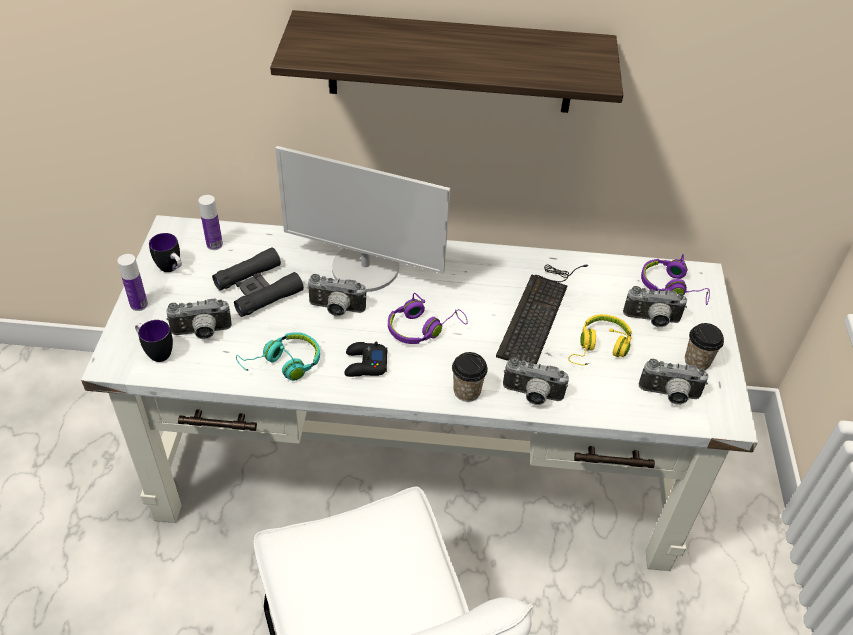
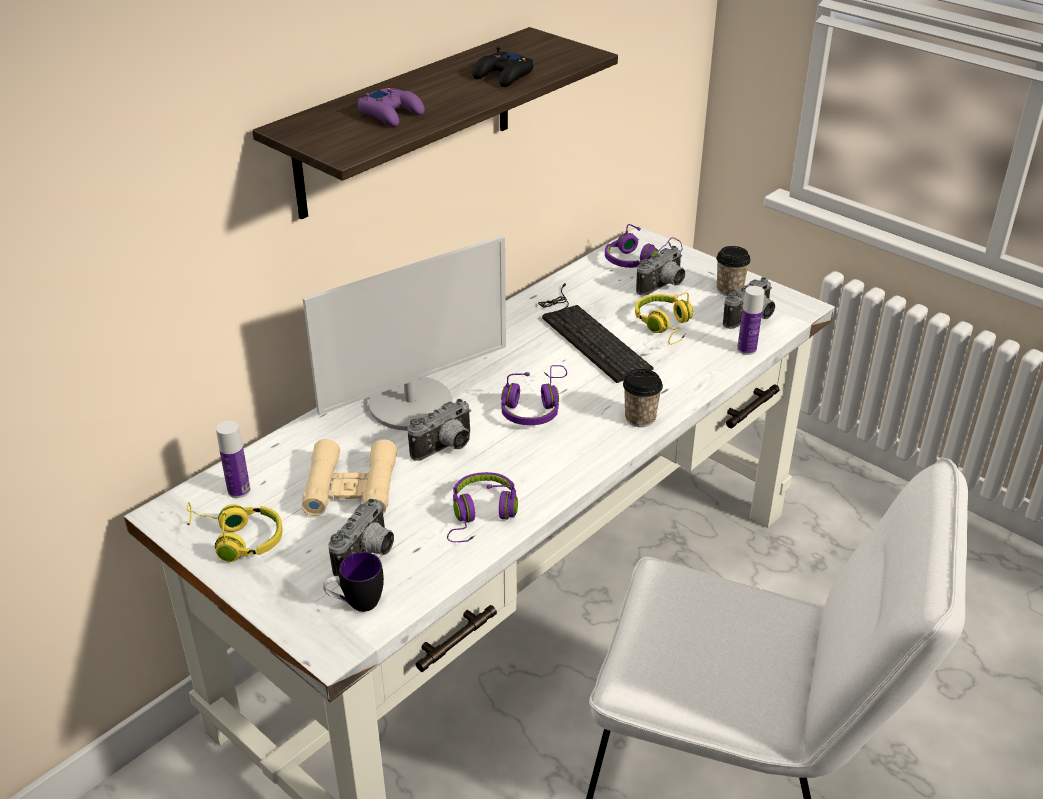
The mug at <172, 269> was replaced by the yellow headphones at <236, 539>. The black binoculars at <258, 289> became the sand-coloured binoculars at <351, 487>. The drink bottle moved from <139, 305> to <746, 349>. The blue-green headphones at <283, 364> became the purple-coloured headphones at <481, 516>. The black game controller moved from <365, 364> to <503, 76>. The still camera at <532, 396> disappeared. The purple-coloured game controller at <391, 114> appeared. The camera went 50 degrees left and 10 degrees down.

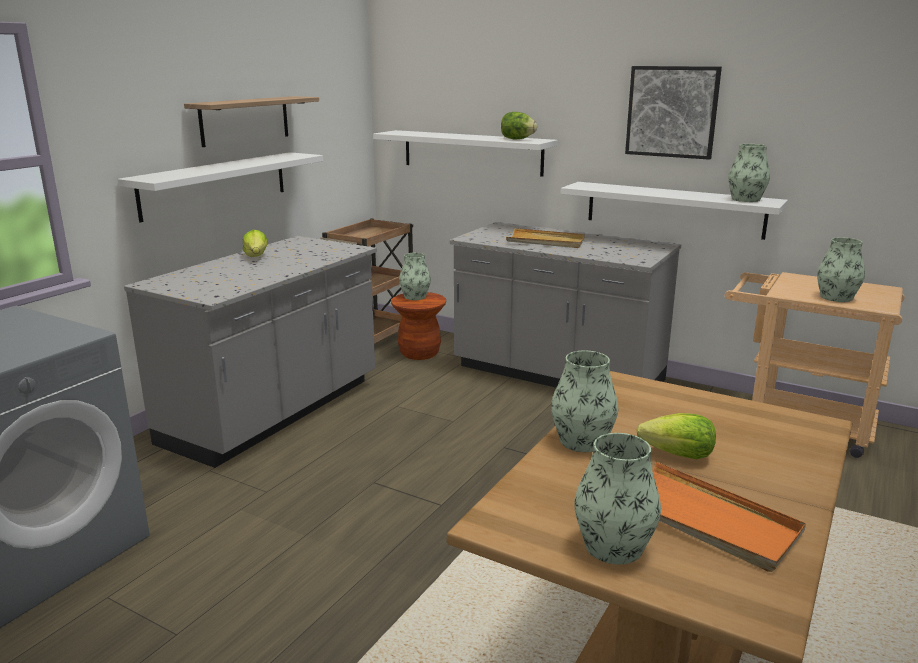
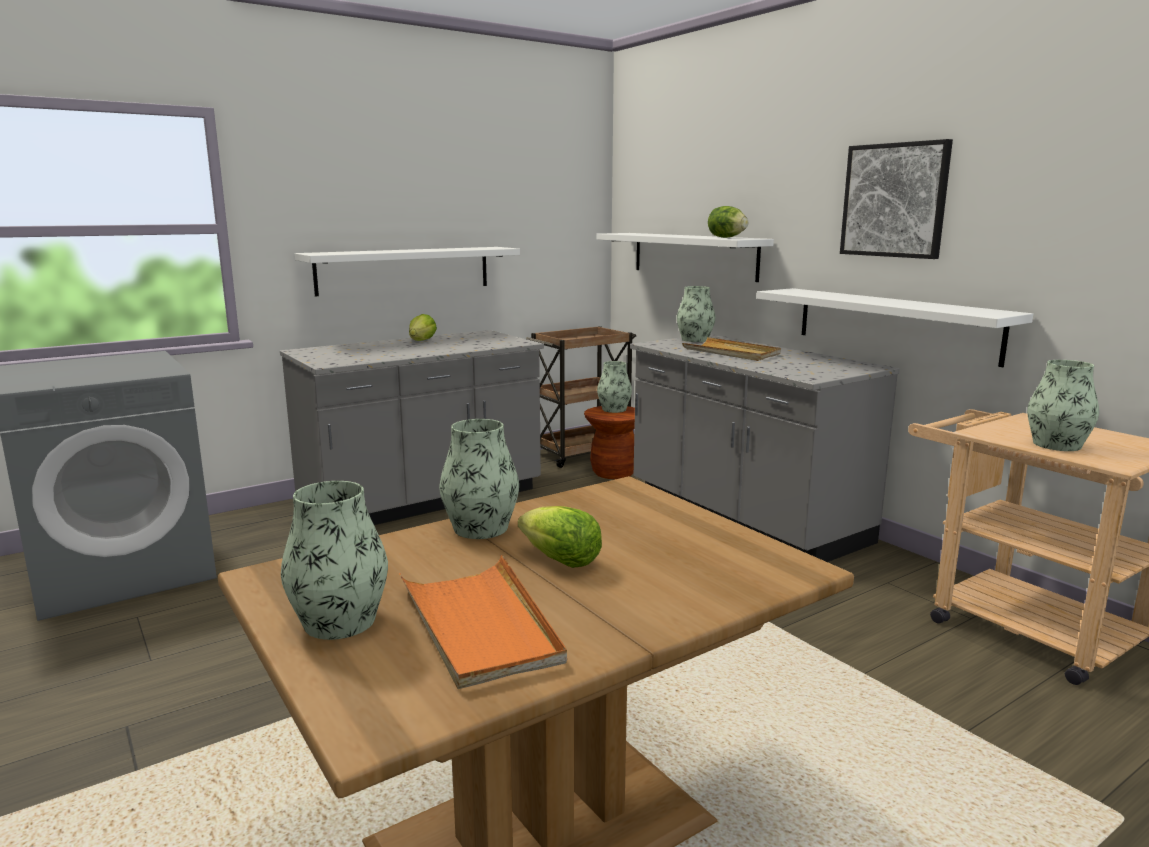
The shelf at <245, 120> disappeared. The flower vase moved from <745, 199> to <695, 339>. The camera went 25 degrees right and 5 degrees down.

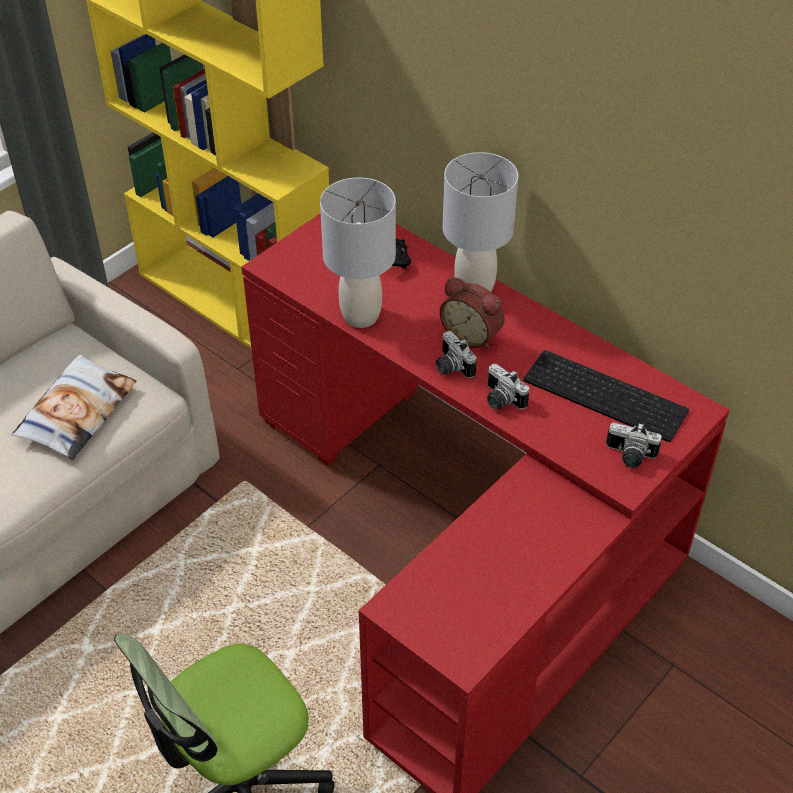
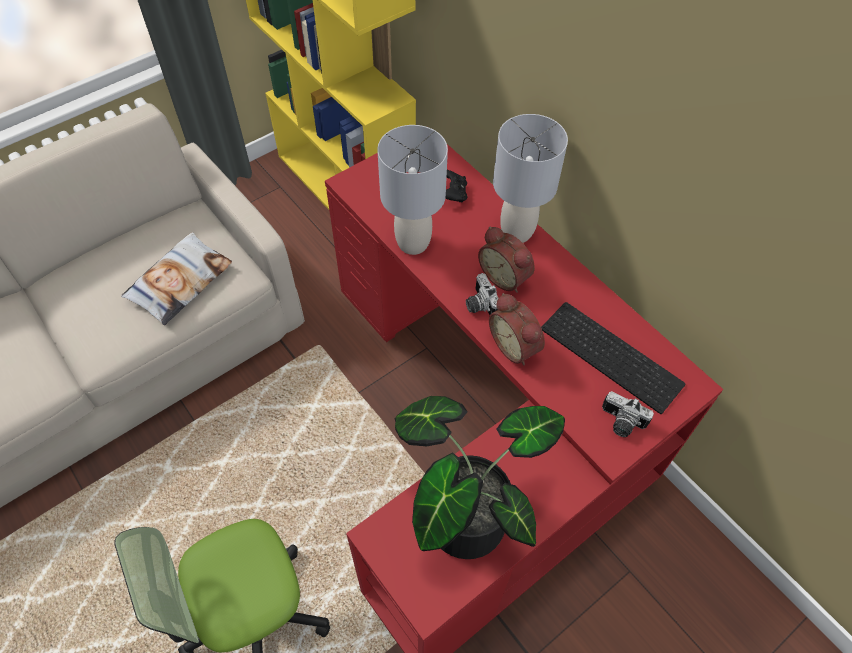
The still camera at <500, 400> was replaced by the table clock at <516, 345>. The plant in a pot at <464, 511> appeared. The camera went 10 degrees right and 10 degrees up.

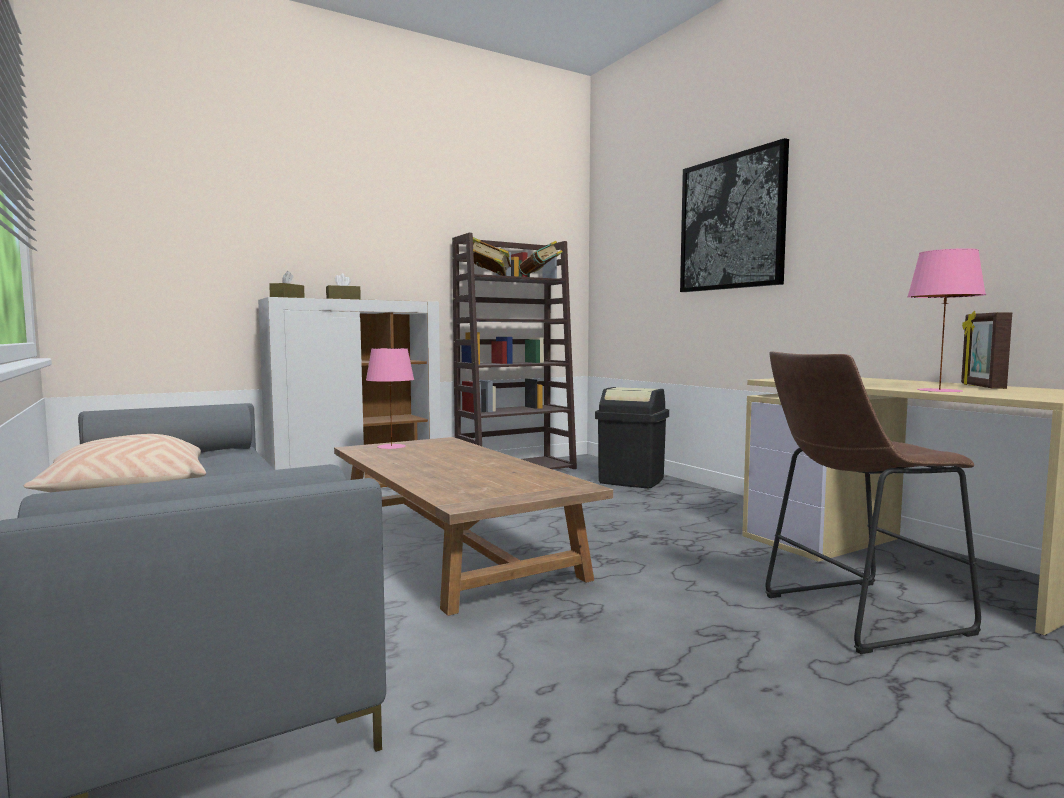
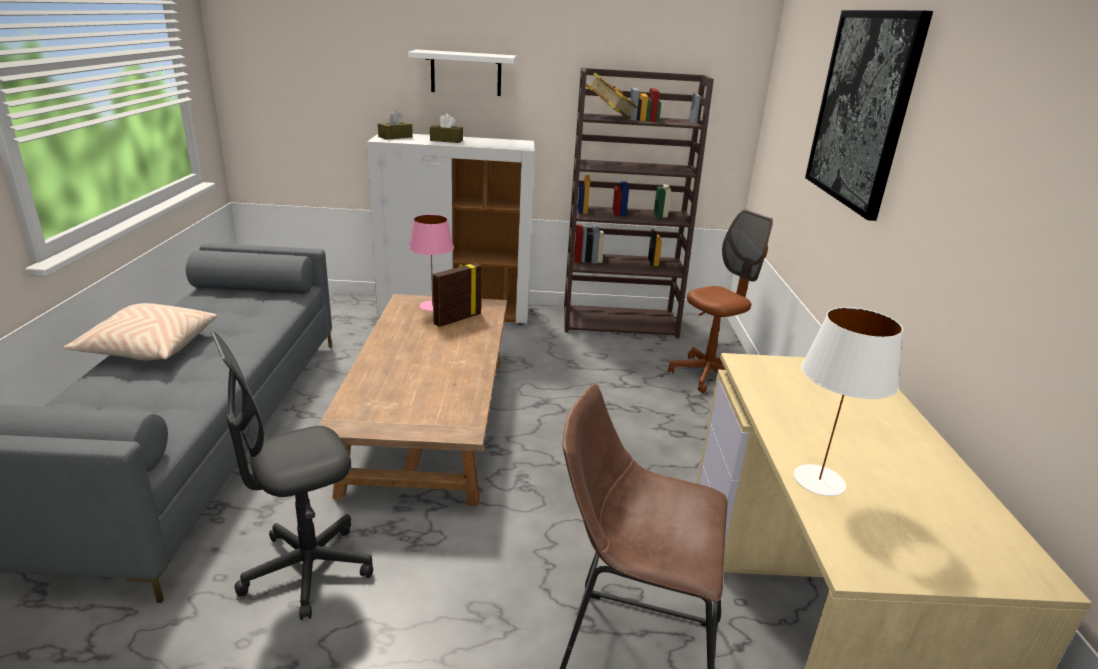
The bound book at <538, 277> disappeared. The pinkish table lamp at <940, 390> became the white-coloured table lamp at <820, 481>. The picture frame moved from <981, 387> to <457, 319>. The black waste bin at <631, 480> was replaced by the brown-coloured computer chair at <708, 375>. The white-coloured shelf at <466, 73> appeared. The gray computer chair at <307, 570> appeared. The camera went 30 degrees right and 20 degrees up.

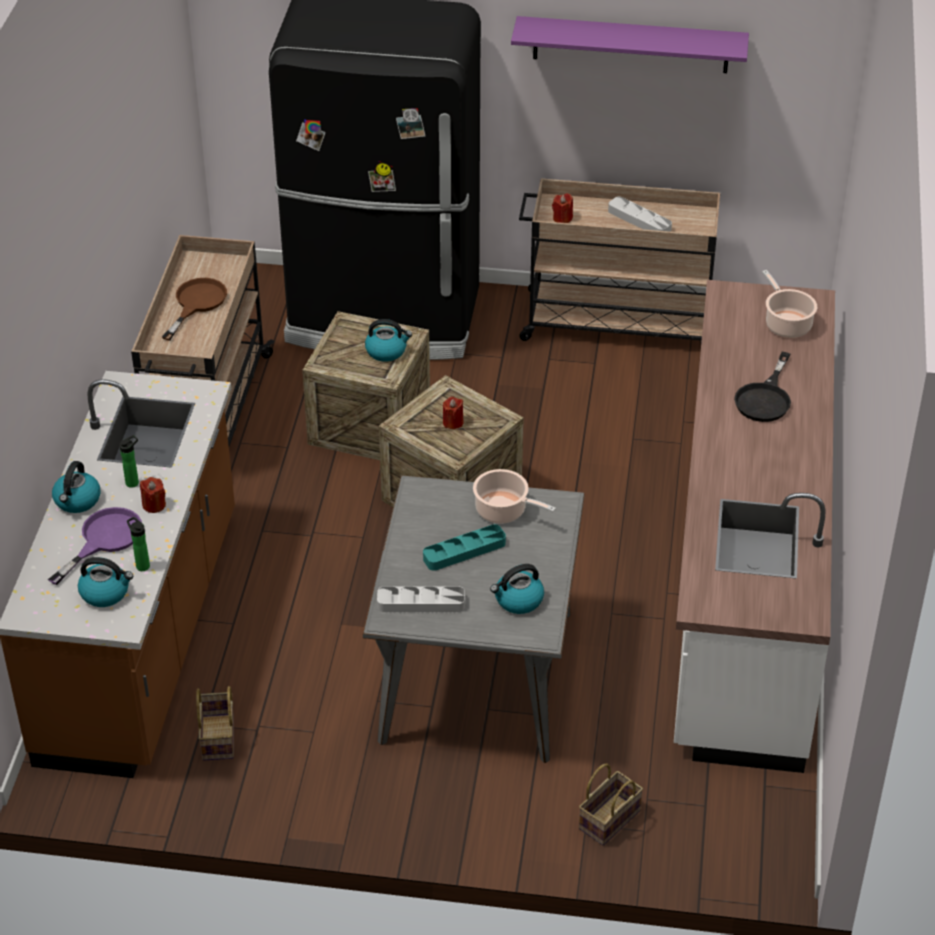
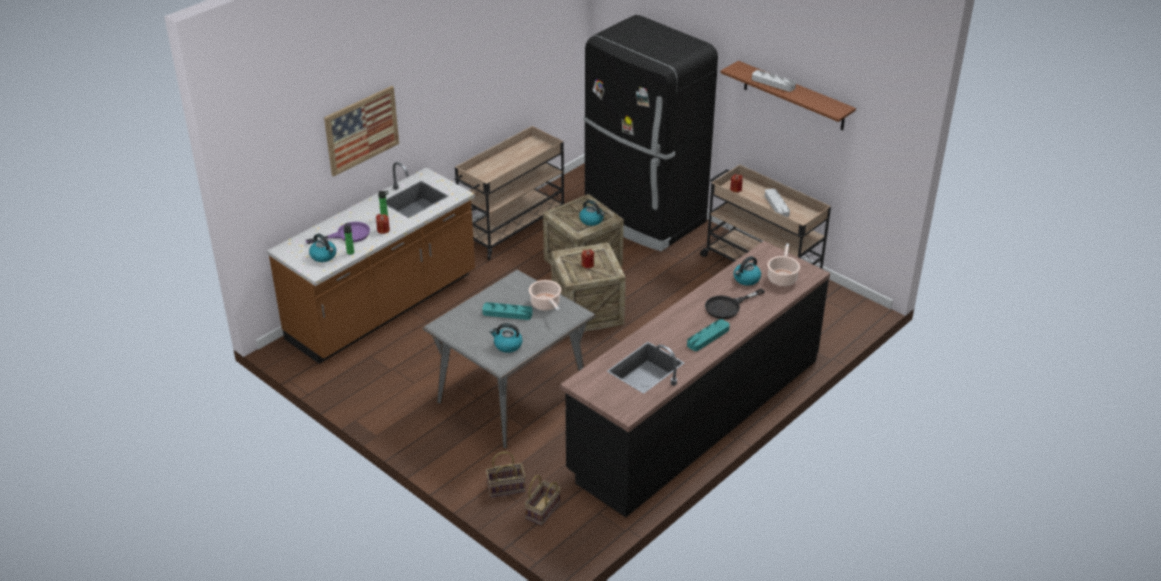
The purple-coloured shelf at <631, 44> became the brown-coloured shelf at <794, 96>. The brown-coloured frying pan at <196, 303> disappeared. The white-coloured kitchen base unit at <744, 578> became the black kitchen base unit at <695, 415>. The water kettle moved from <77, 501> to <746, 279>. The gray serving tray moved from <421, 603> to <773, 83>. The basket moved from <219, 738> to <543, 511>. The picture at <361, 130> appeared. The blue-green serving tray at <708, 337> appeared. The camera went 35 degrees right and 5 degrees down.

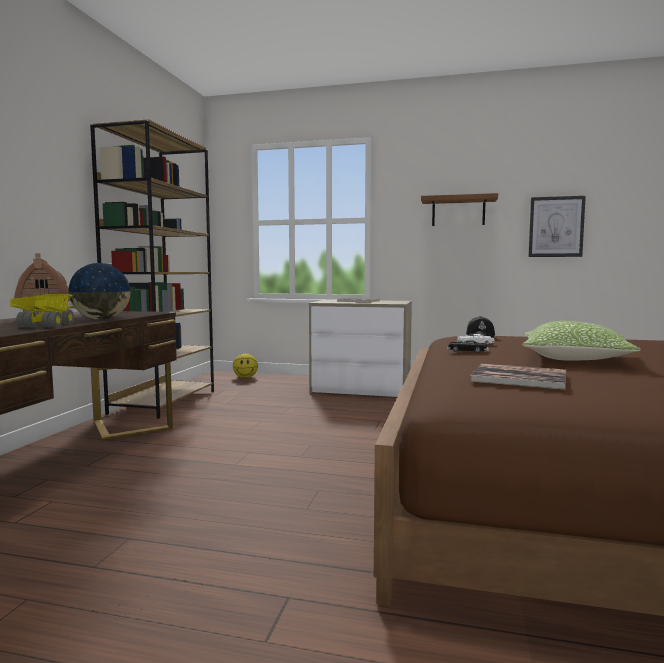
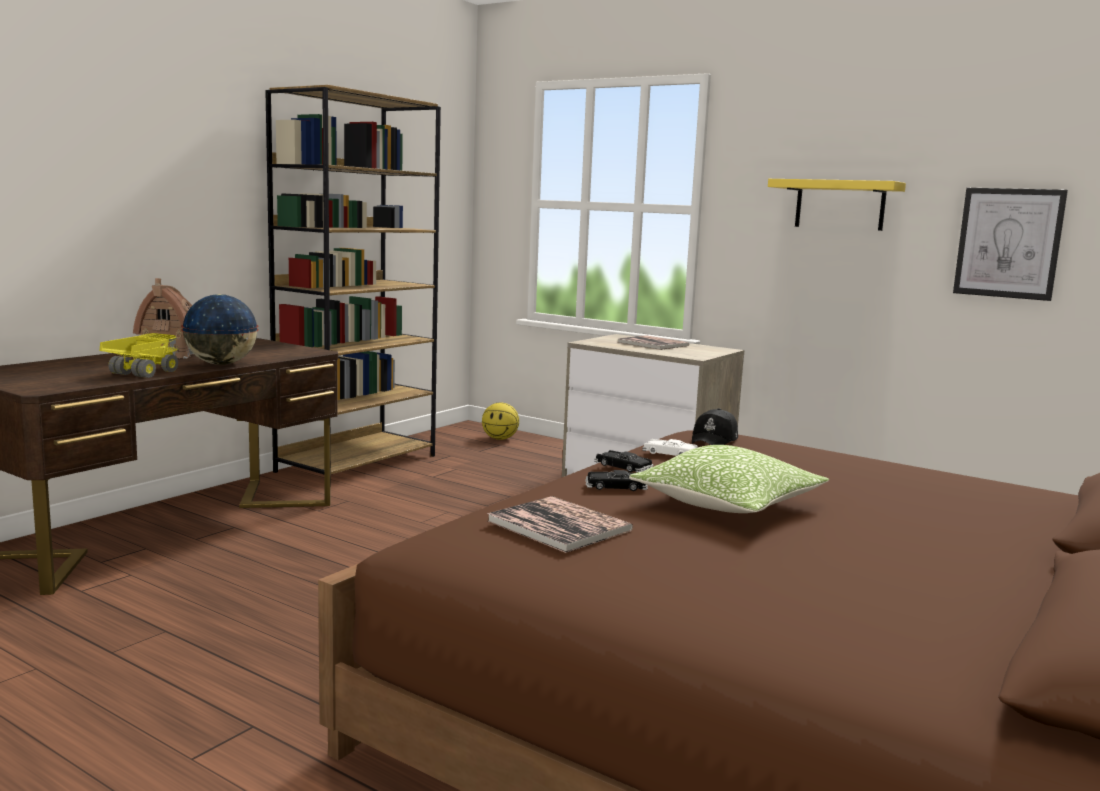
The brown-coloured shelf at <458, 211> became the yellow shelf at <840, 205>. The black model car at <616, 486> appeared. The camera went 20 degrees right and 5 degrees up.

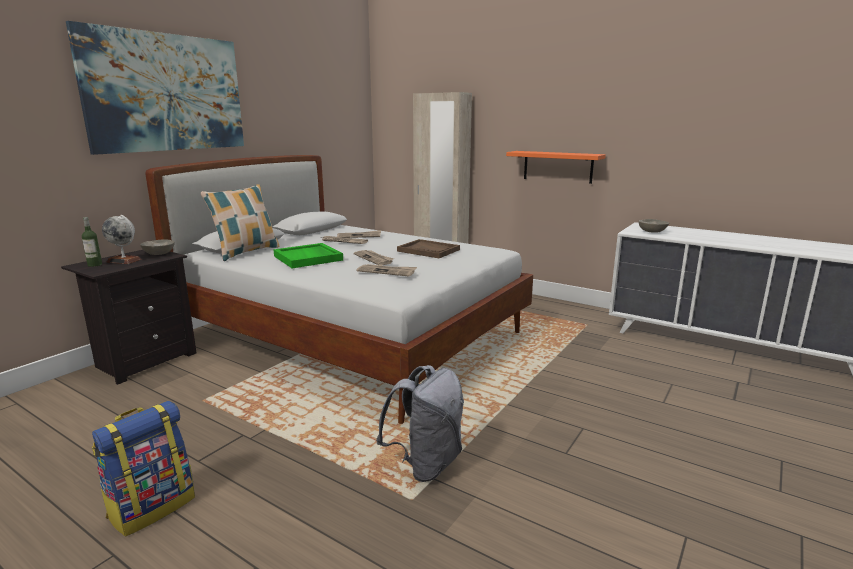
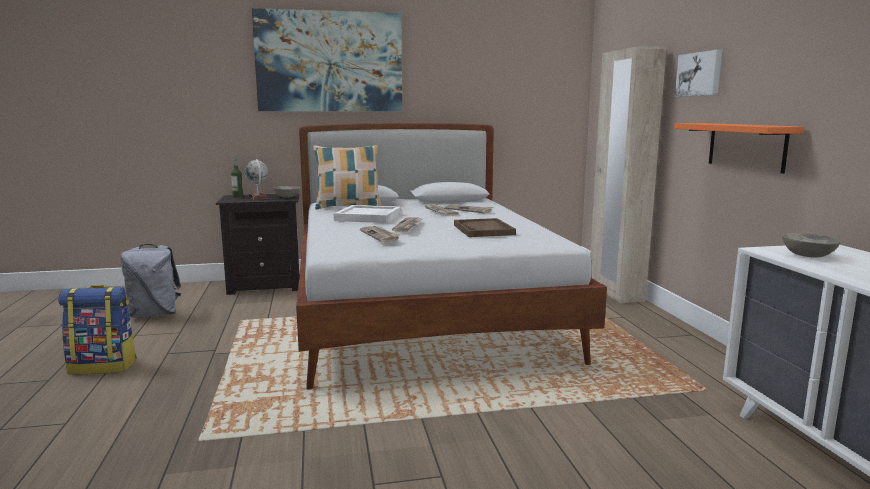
The greenish serving tray at <309, 258> became the white-coloured serving tray at <368, 217>. The gray rucksack moved from <426, 464> to <155, 314>. The picture at <700, 74> appeared. The camera went 45 degrees right and 5 degrees down.

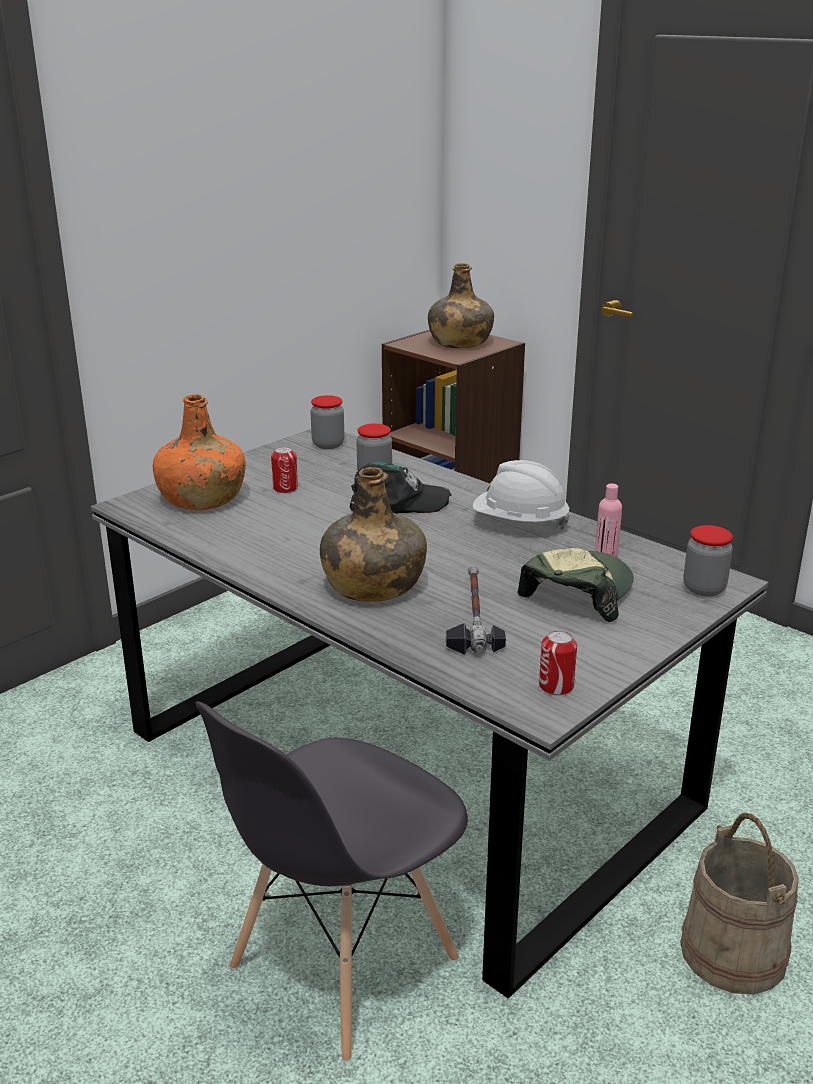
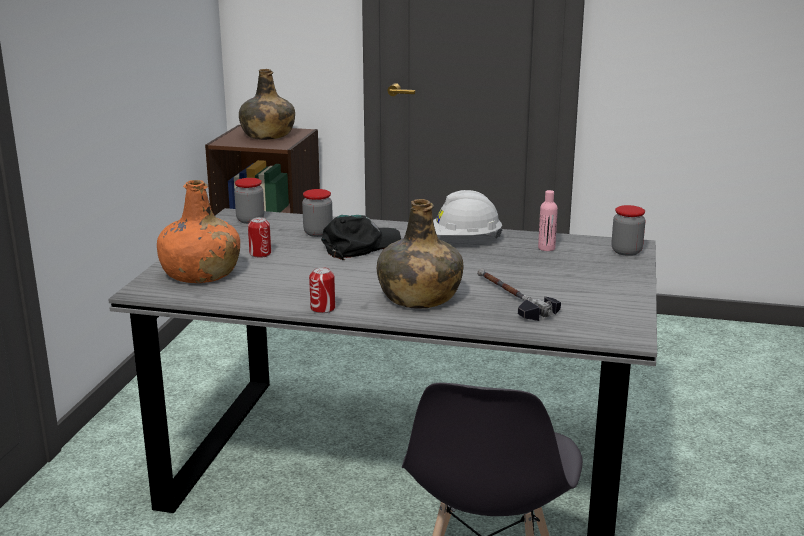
The peaked cap at <577, 593> disappeared. The can moved from <556, 686> to <322, 308>. The sand-coloured bucket at <734, 952> disappeared. The camera went 30 degrees left and 5 degrees down.

